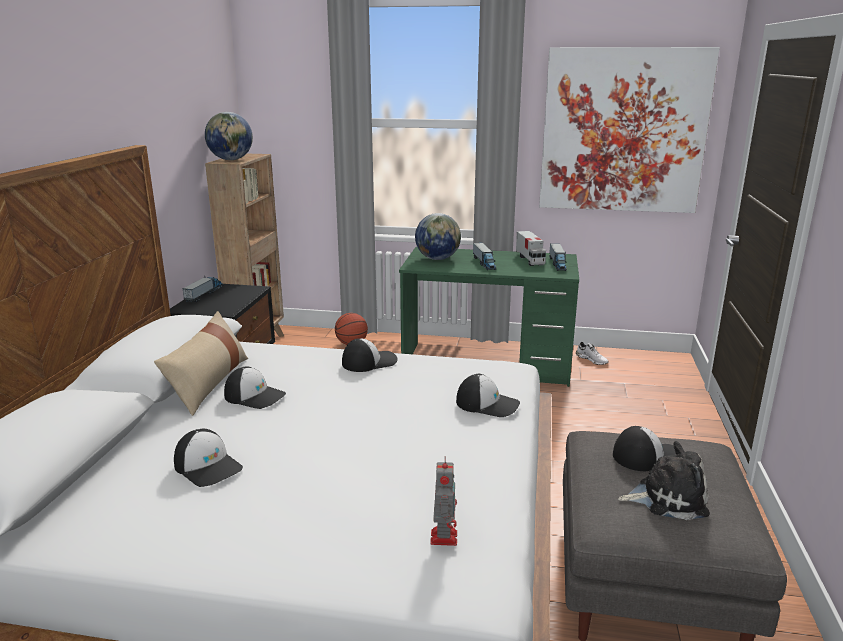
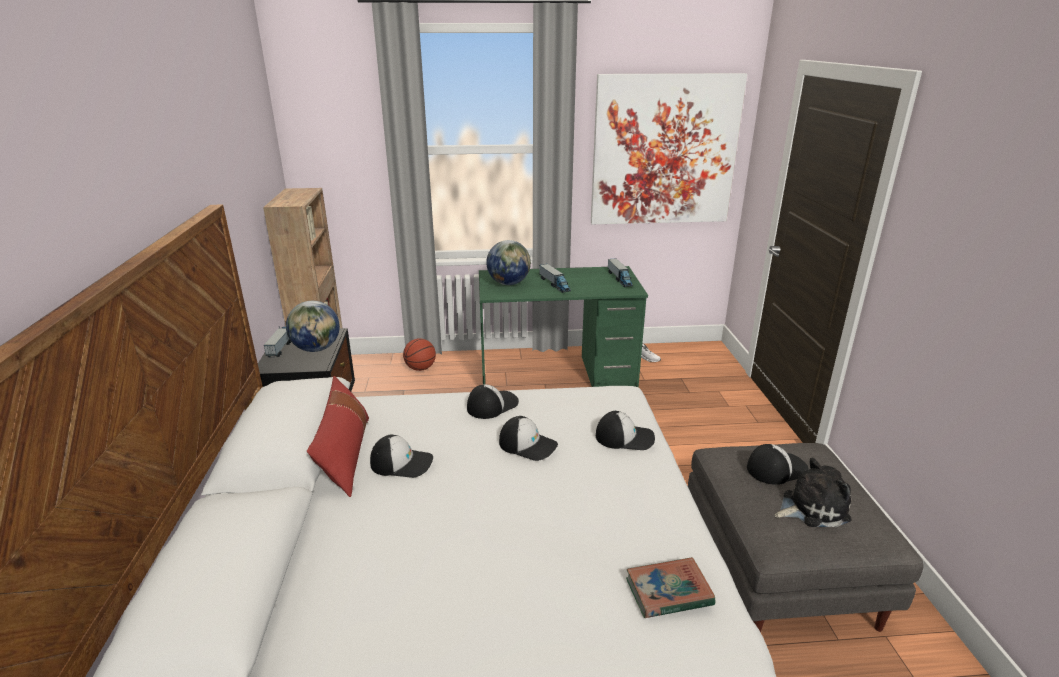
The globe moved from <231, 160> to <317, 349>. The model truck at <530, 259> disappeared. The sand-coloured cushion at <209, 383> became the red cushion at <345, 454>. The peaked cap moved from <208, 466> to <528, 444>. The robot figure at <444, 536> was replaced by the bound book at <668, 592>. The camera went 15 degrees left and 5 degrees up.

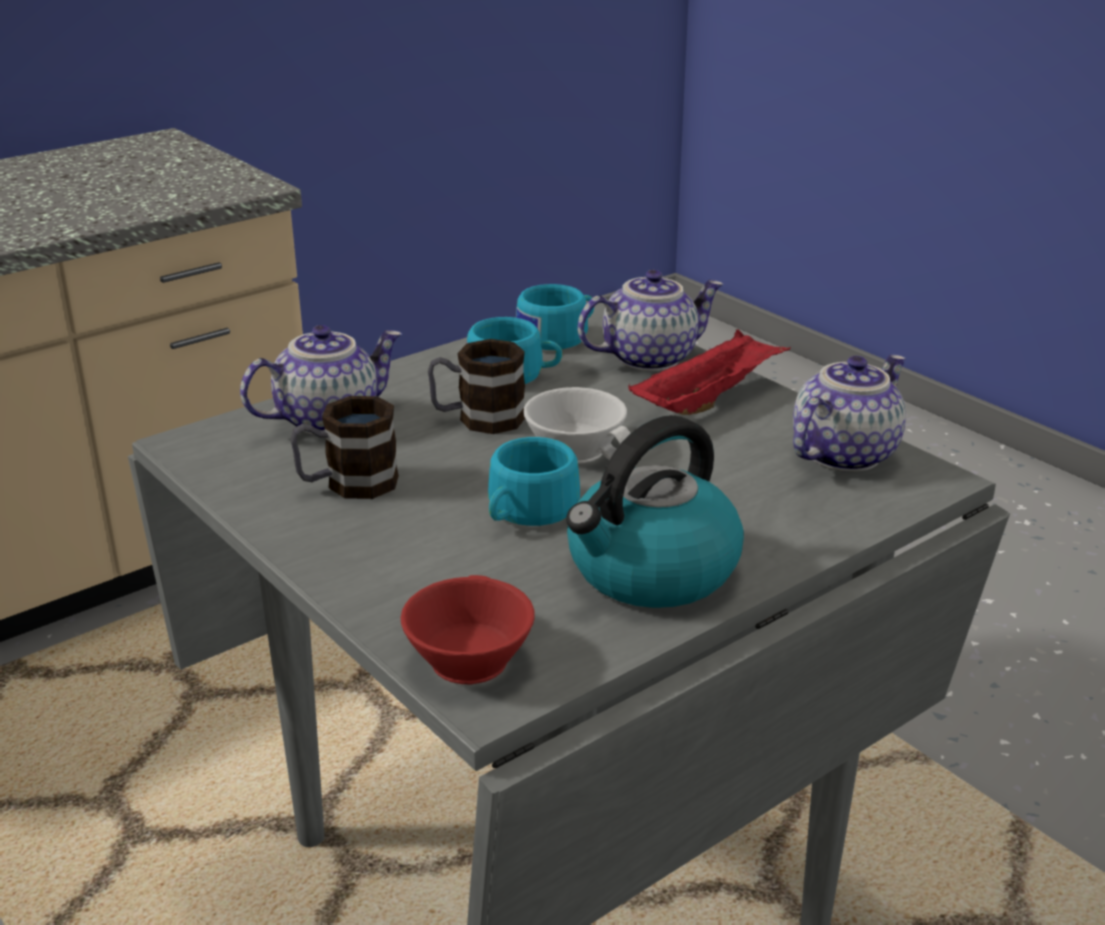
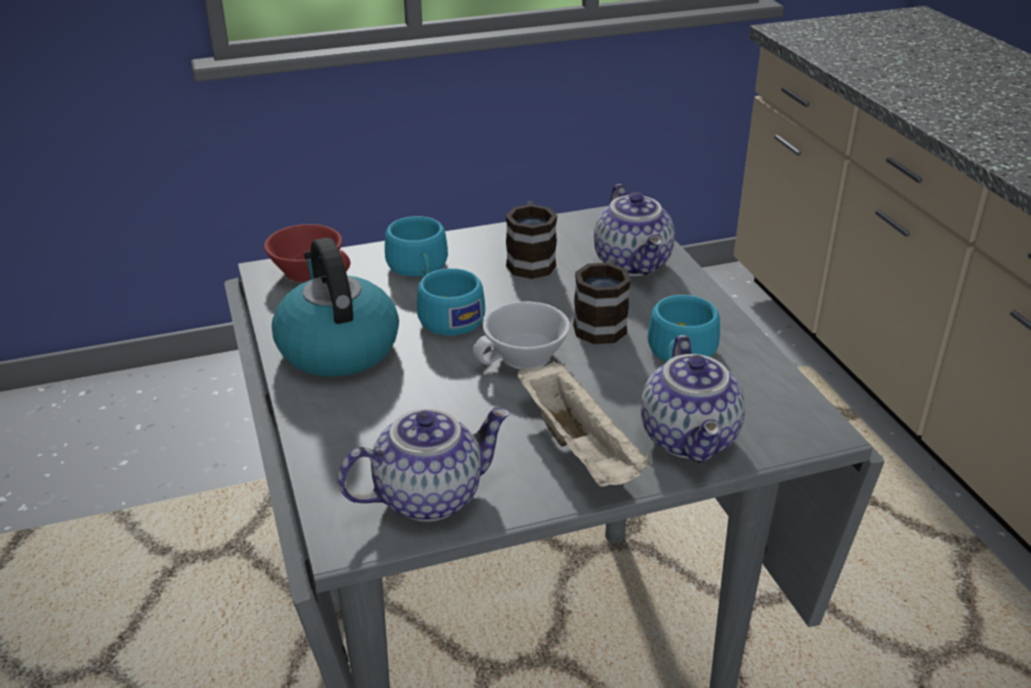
The blue-green cup moved from <558, 337> to <419, 268>. The red serving tray at <708, 399> became the sand-coloured serving tray at <580, 449>. The pot for tea at <842, 453> turned 90 degrees counterclockwise. The camera went 110 degrees right and 5 degrees up.

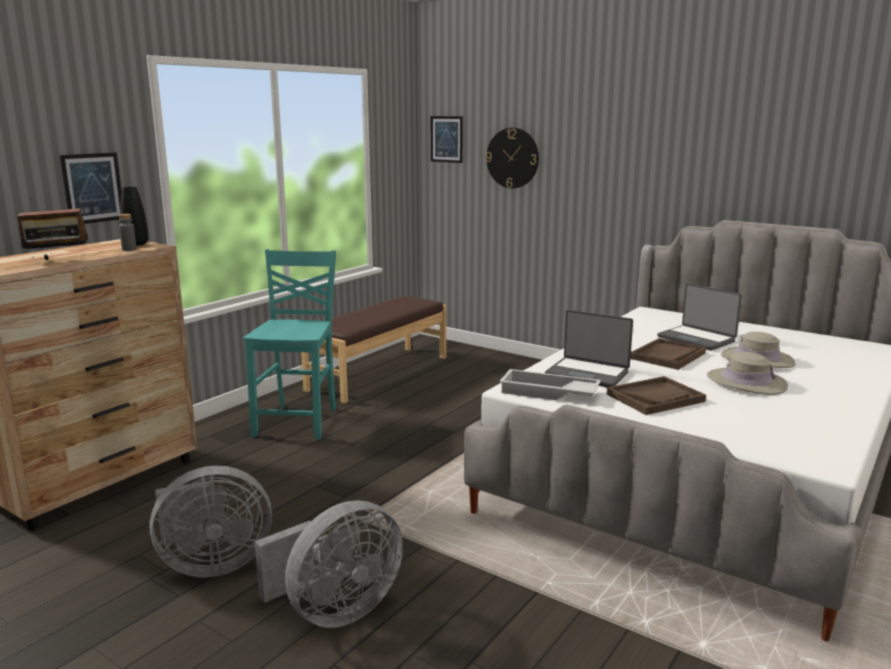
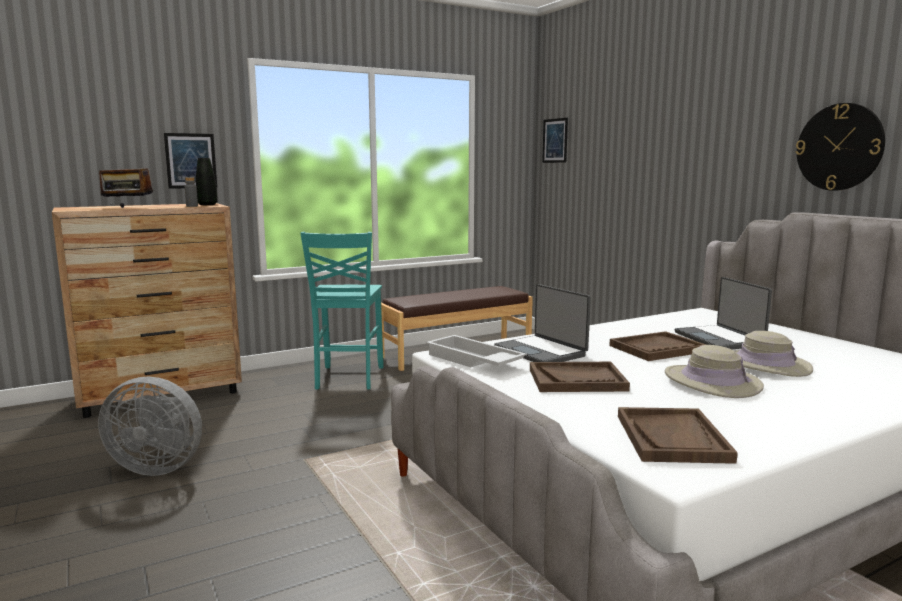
The clock on the wall moved from <512, 158> to <839, 147>. The blue-green chair at <299, 421> turned 150 degrees clockwise. The gray fan at <335, 611> disappeared. The brown-coloured serving tray at <672, 438> appeared. The camera went 25 degrees right and 5 degrees down.

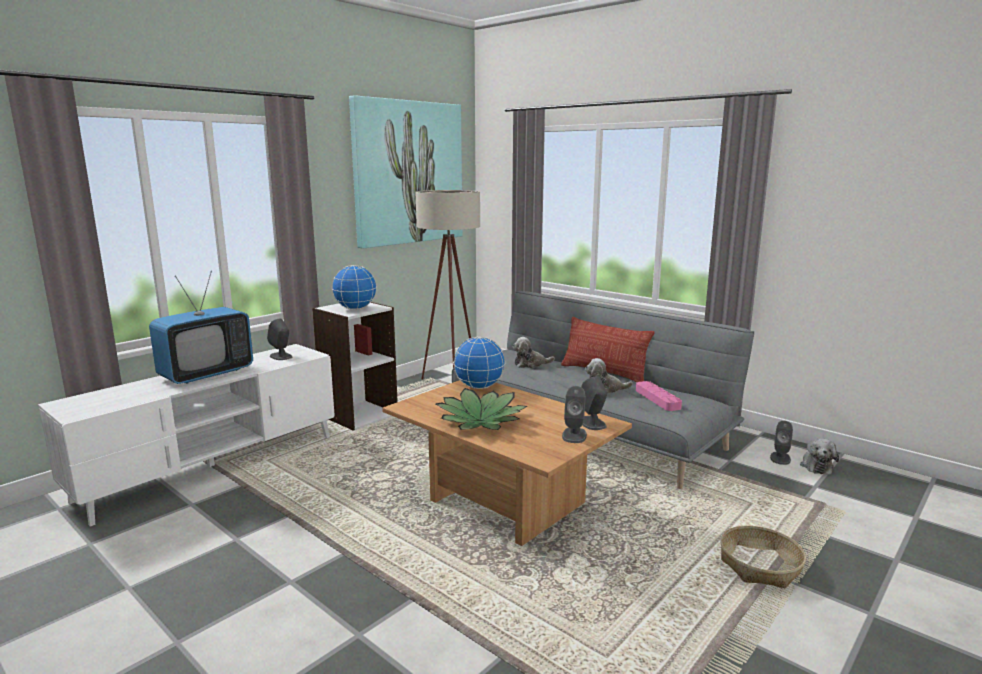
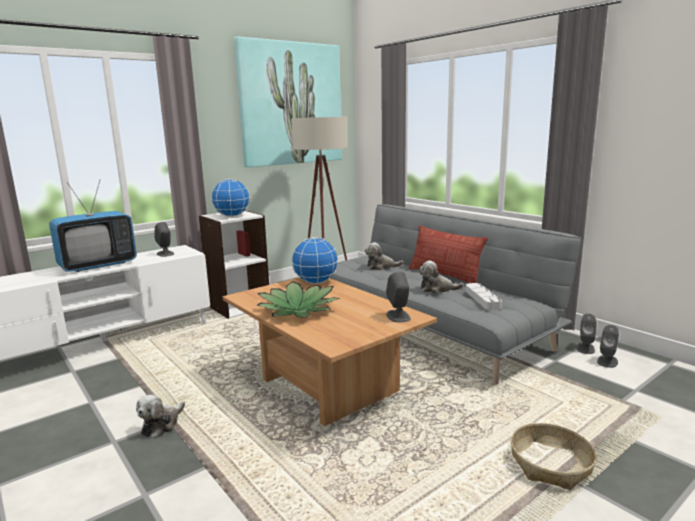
The pinkish serving tray at <657, 399> became the gray serving tray at <482, 299>. The gray audio speaker moved from <574, 435> to <585, 348>. The plush toy moved from <816, 466> to <162, 425>. The camera went 10 degrees right and 0 degrees up.

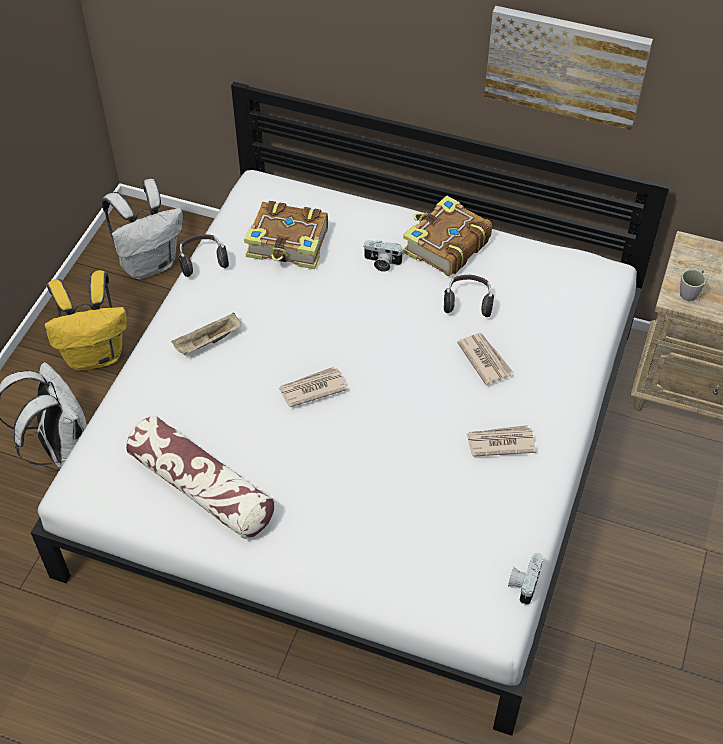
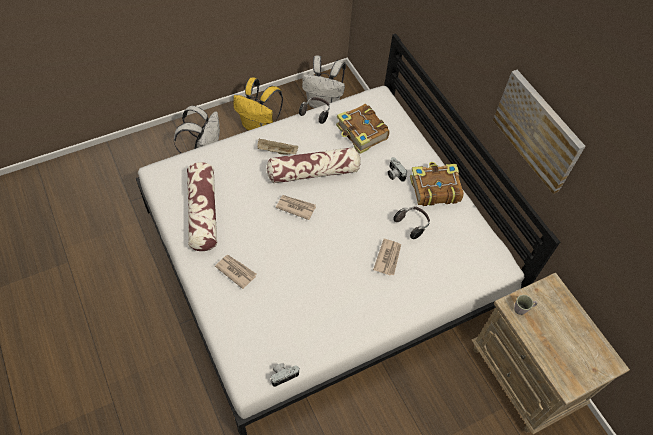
The printed paper moved from <500, 442> to <236, 271>. The cushion at <313, 172> appeared. The camera went 40 degrees right and 5 degrees up.

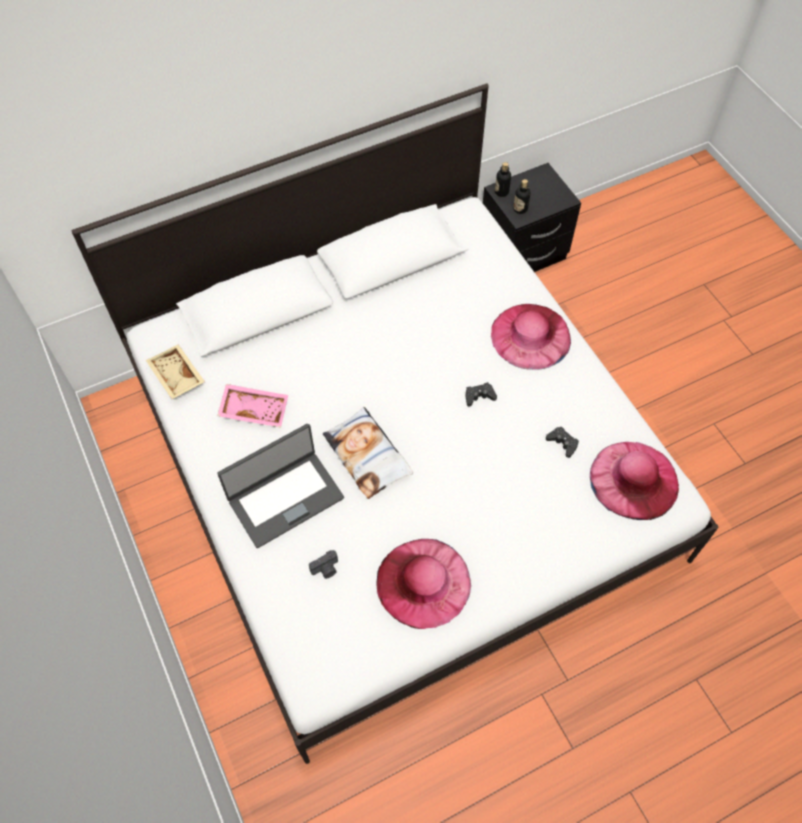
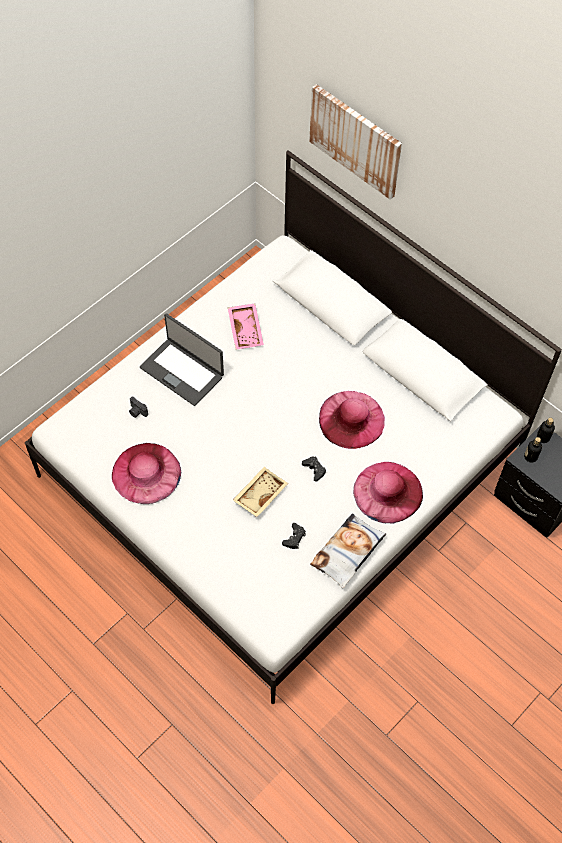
The sand-coloured serving tray moved from <175, 377> to <259, 494>. The cushion moved from <368, 456> to <348, 553>. The pinkish clothing hat moved from <634, 480> to <351, 419>. The picture at <355, 140> appeared. The camera went 70 degrees right and 0 degrees up.

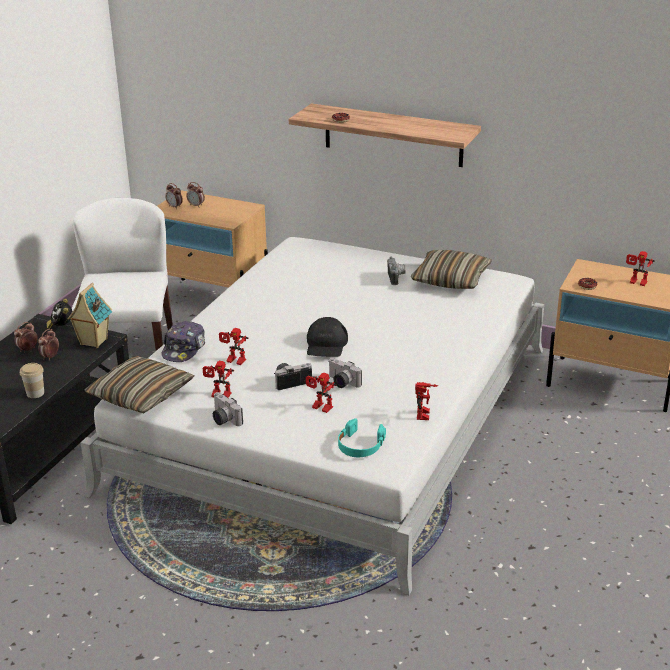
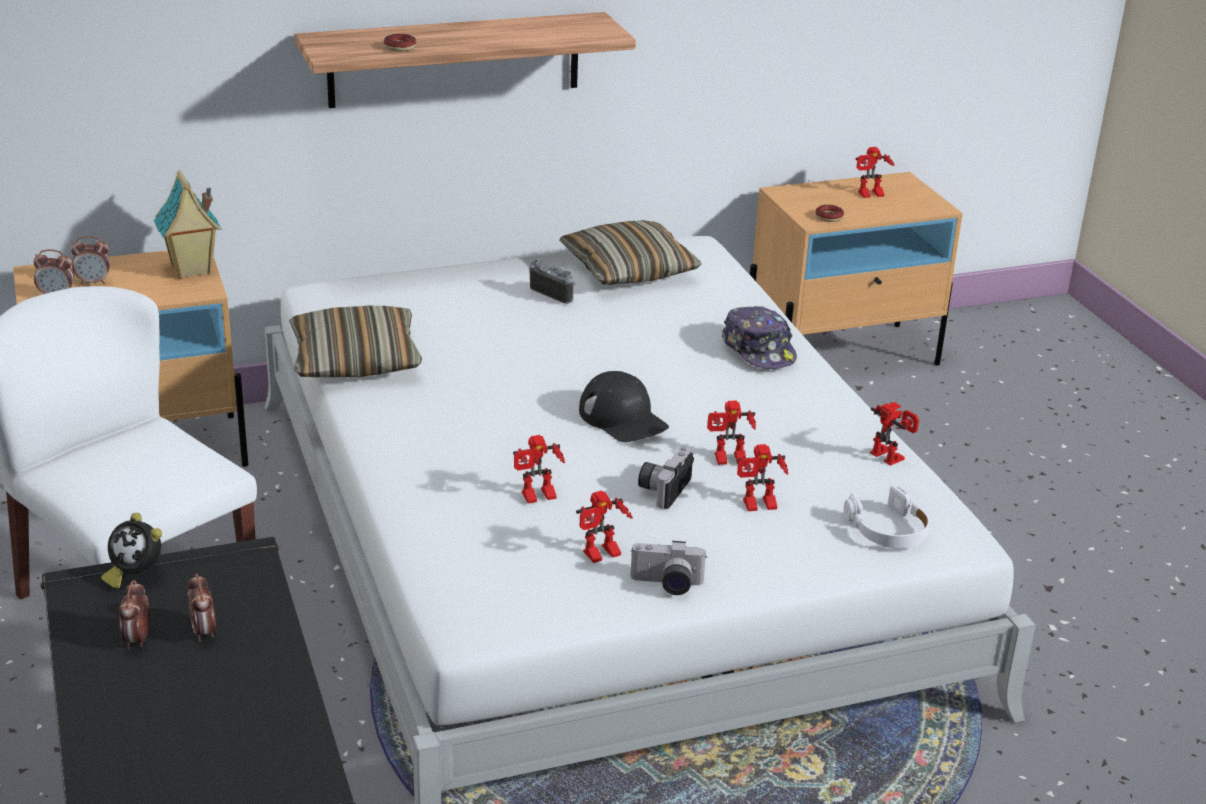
The toy house moved from <93, 342> to <191, 270>. The peaked cap moved from <184, 349> to <759, 350>. The cushion moved from <141, 395> to <355, 360>. The still camera at <341, 383> was replaced by the robot figure at <728, 461>. The cup at <35, 393> disappeared. The blue-green headphones at <360, 445> became the white-coloured headphones at <888, 530>. The camera went 45 degrees left and 0 degrees up.

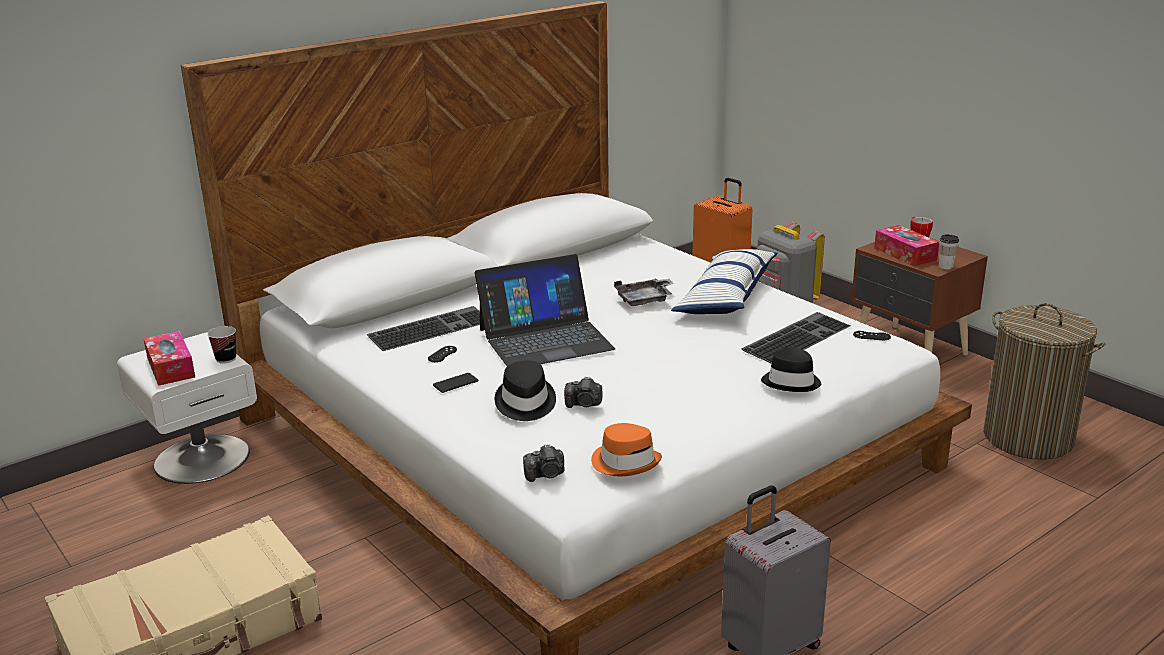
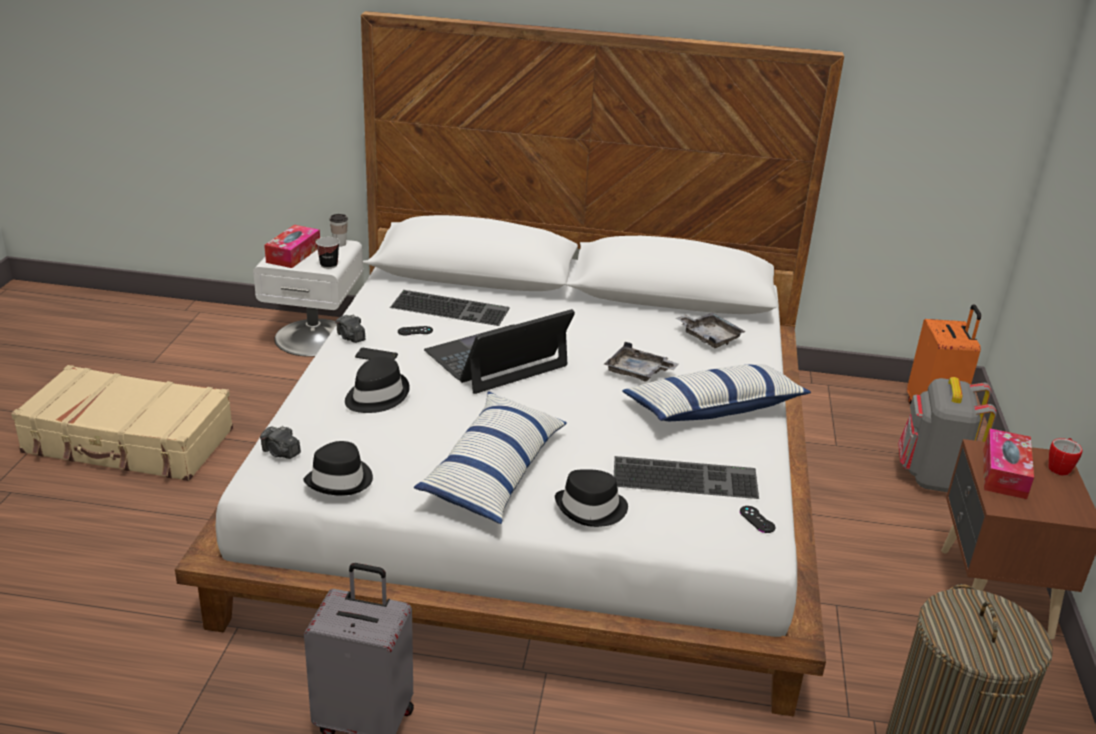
The cup moved from <945, 267> to <339, 244>. The laptop at <545, 339> turned 120 degrees clockwise. The still camera moved from <584, 404> to <350, 337>. The orange-coloured clothing hat at <625, 462> became the black clothing hat at <340, 480>. The gray serving tray at <709, 337> appeared. The cushion at <494, 471> appeared. The camera went 45 degrees right and 5 degrees up.

